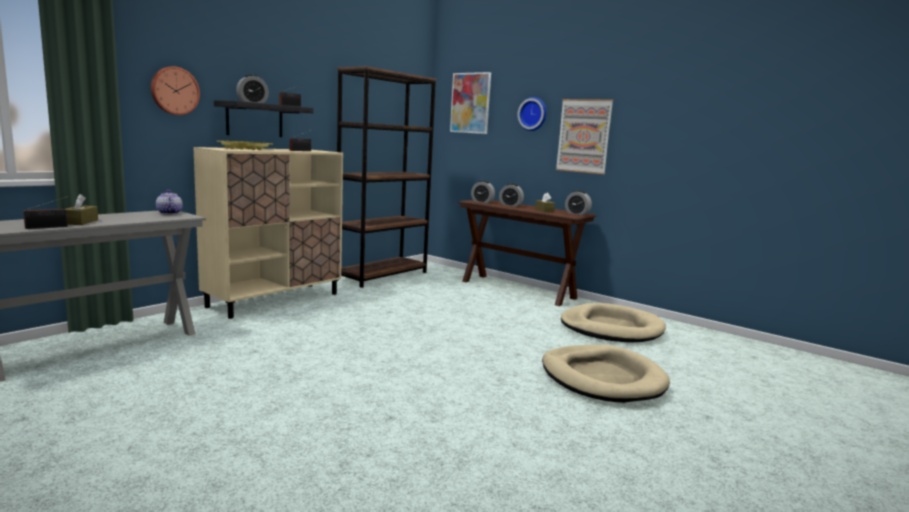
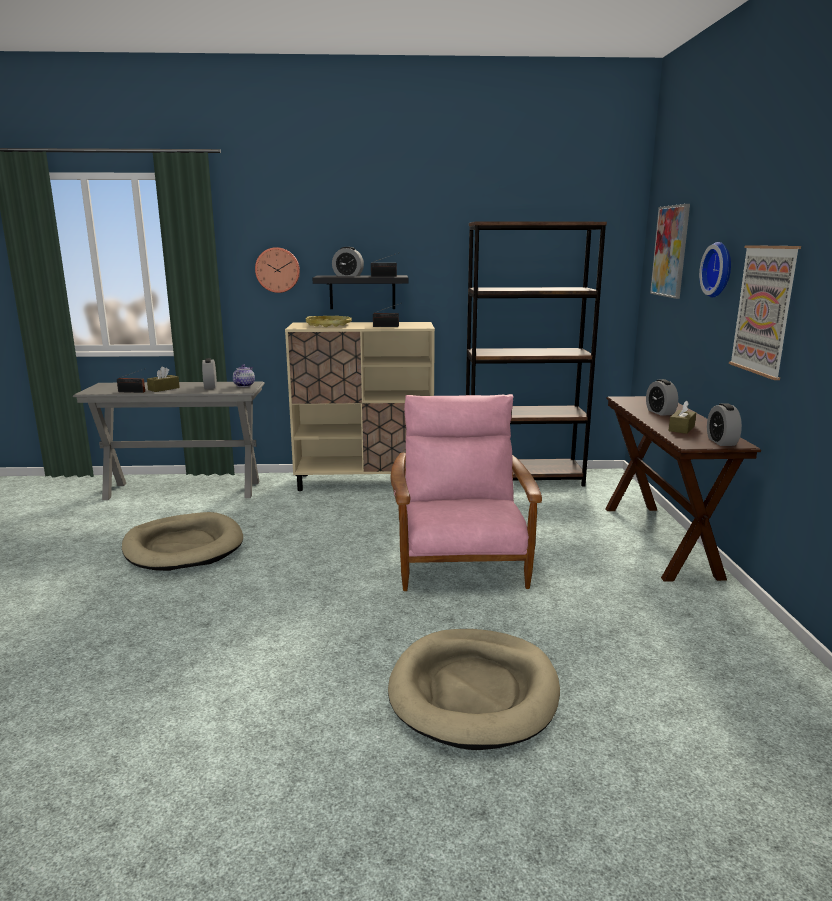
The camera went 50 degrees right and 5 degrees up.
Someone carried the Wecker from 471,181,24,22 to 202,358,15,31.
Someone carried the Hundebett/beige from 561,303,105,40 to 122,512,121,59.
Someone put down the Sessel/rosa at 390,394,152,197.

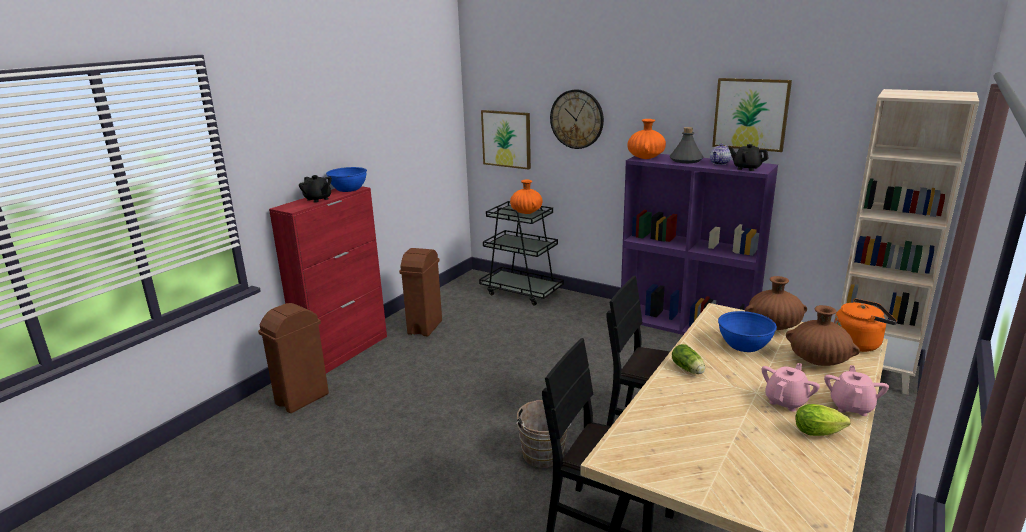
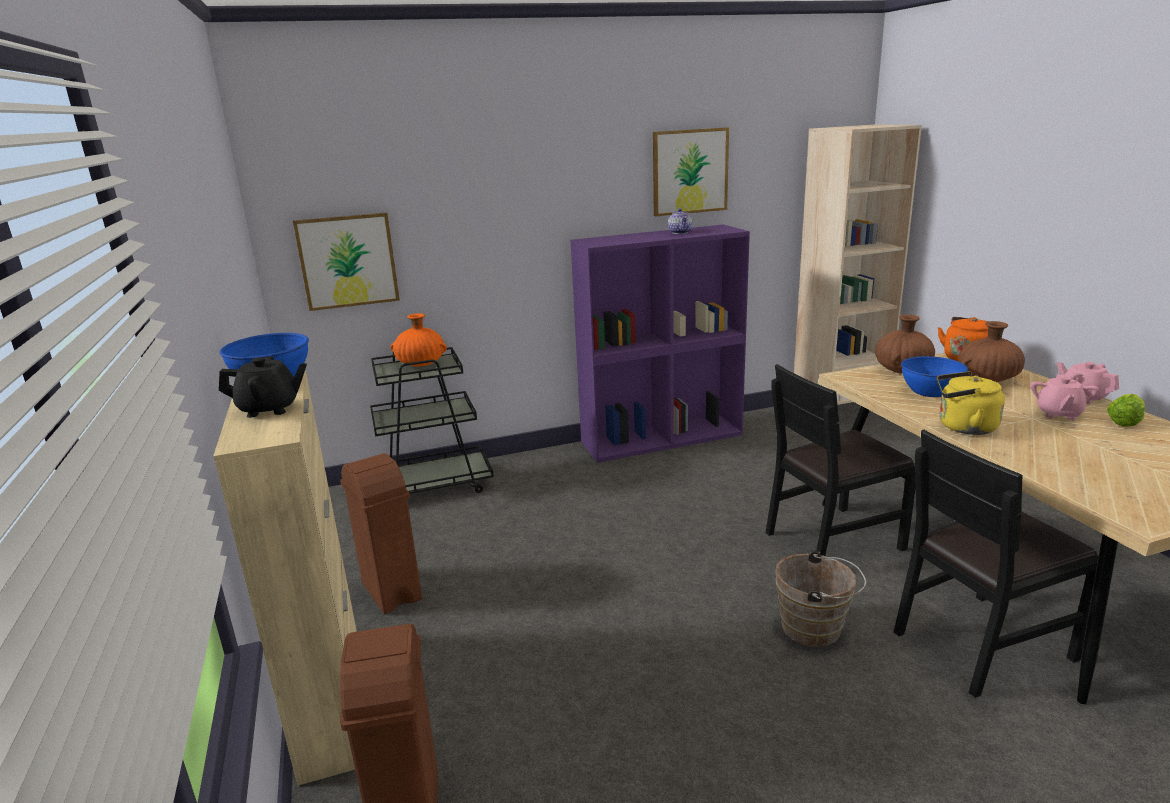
The camera went 50 degrees left and 0 degrees up.
Someone repainted the Schrank/rot at 269,186,118,187, which became the Schrank/beige at 213,369,144,417.
Someone took away the Wanduhr at 550,90,54,59.
Someone took away the Vase/orange at 628,119,38,40.
Someone took away the Flasche/grau at 669,127,35,36.
Someone swapped the Salatkopf at 672,344,33,30 for the Wasserkessel/gelb at 937,371,68,64.
Someone took away the Teekanne/schwarz at 729,144,40,27.
Someone rotated the Teekanne/rosa at 762,363,58,48 by 150 degrees counterclockwise.

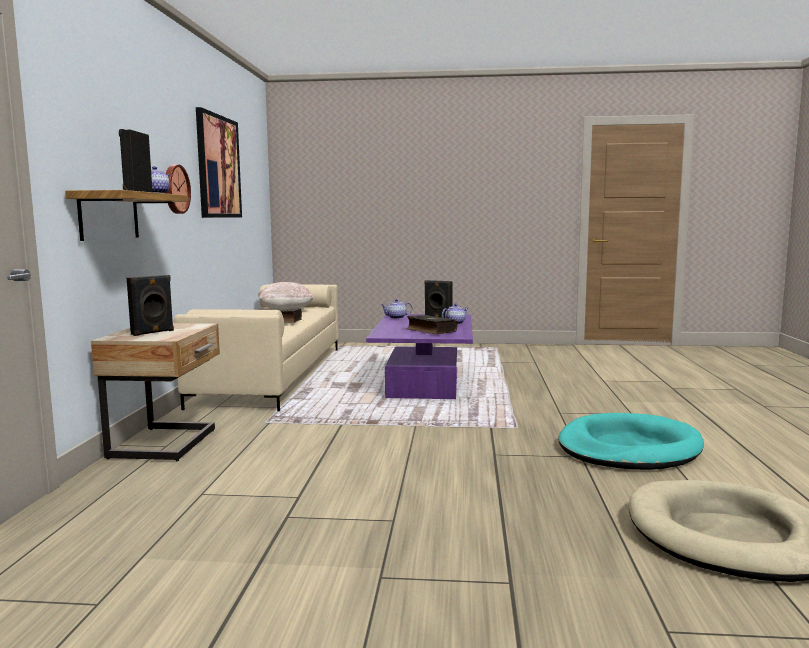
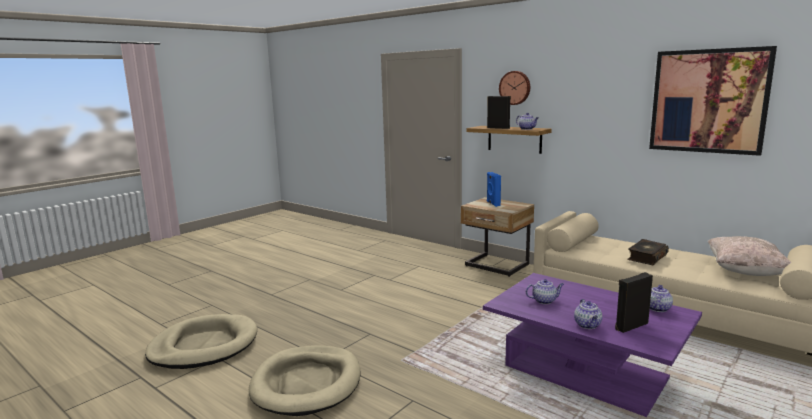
The camera went 125 degrees right and 5 degrees up.
Someone repainted the Lautsprecher/schwarz at 127,275,47,61, which became the Lautsprecher/blau at 487,172,14,35.
Someone carried the Wanduhr from 166,164,25,50 to 499,71,31,34.
Someone swapped the Buch at 407,315,50,19 for the Teekanne at 526,279,38,25.
Someone repainted the Hundebett/türkis at 558,413,146,57, which became the Hundebett/beige at 249,346,112,70.

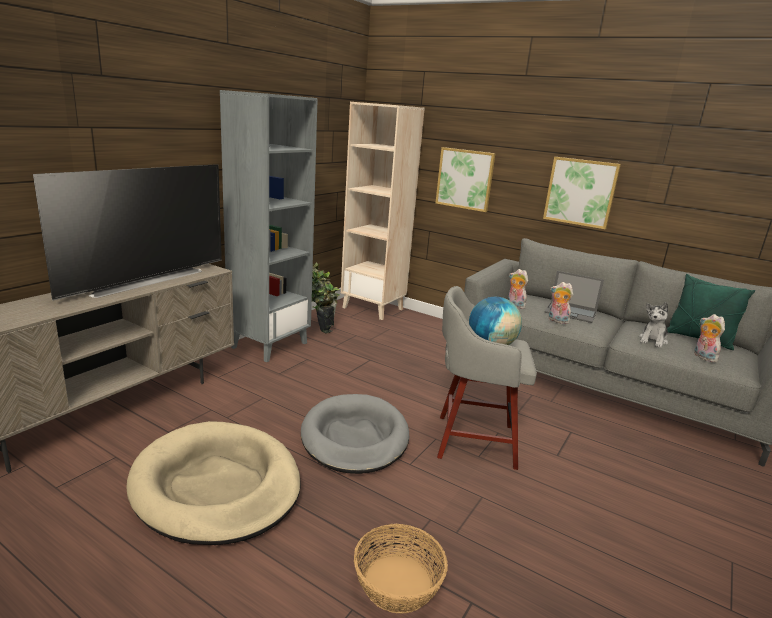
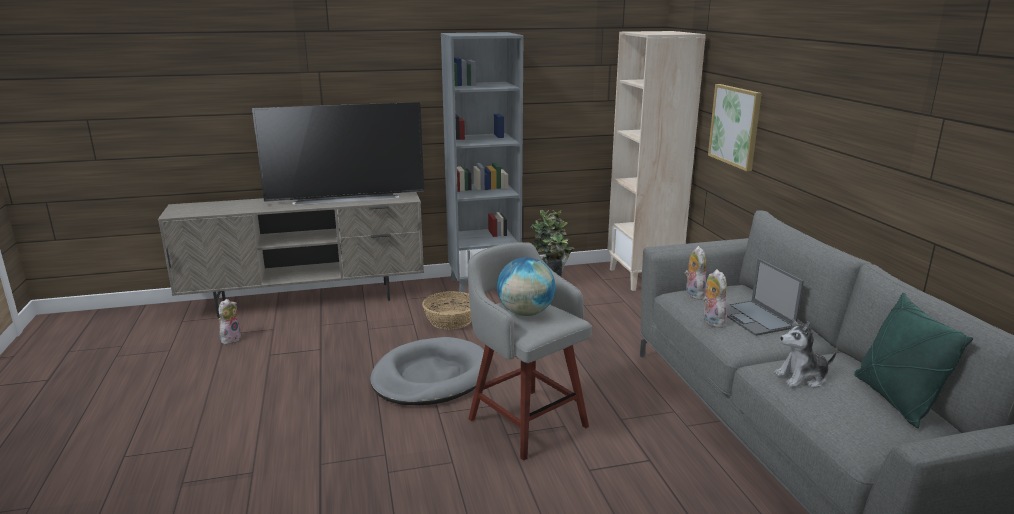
The camera went 45 degrees right and 0 degrees up.
Someone took away the Hundebett/beige at 126,421,175,124.
Someone carried the Korb from 354,524,94,90 to 422,291,50,38.
Someone took away the Bild at 543,157,78,72.
Someone carried the Plüschtier from 694,314,31,48 to 219,299,23,46.

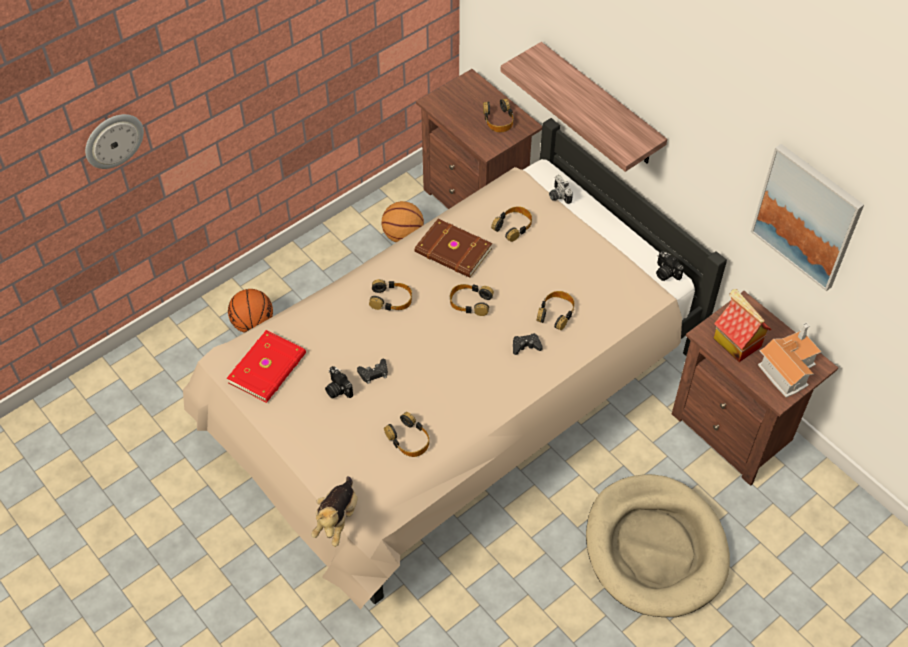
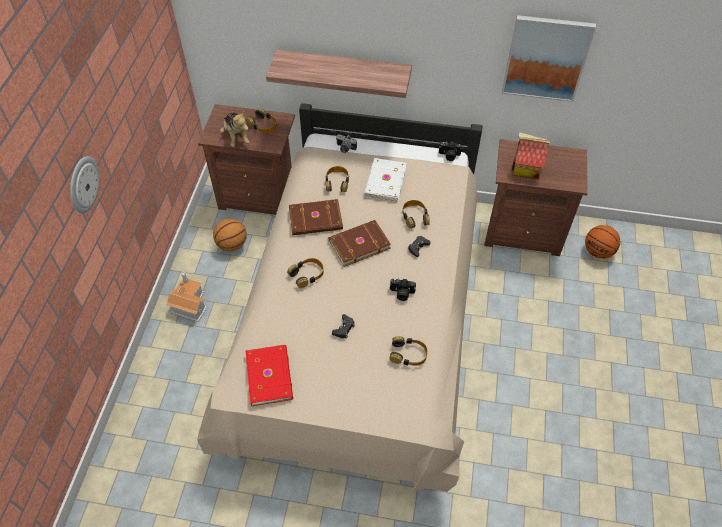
The camera went 40 degrees left and 0 degrees up.
Someone carried the Wanduhr from 85,114,59,55 to 70,156,30,57.
Someone carried the Basketball from 228,289,45,44 to 585,225,35,34.
Someone carried the Plüschtier from 311,476,47,71 to 220,112,30,35.
Someone carried the Kamera from 325,366,28,33 to 390,278,26,23.
Someone swapped the Kopfhörer at 450,284,44,32 for the Buch/braun at 329,220,62,47.
Someone took away the Hundebett/beige at 586,474,144,143.
Someone carried the Spielzeughaus from 758,322,64,76 to 166,272,41,50.
Someone put down the Buch/weiß at 364,158,43,44.

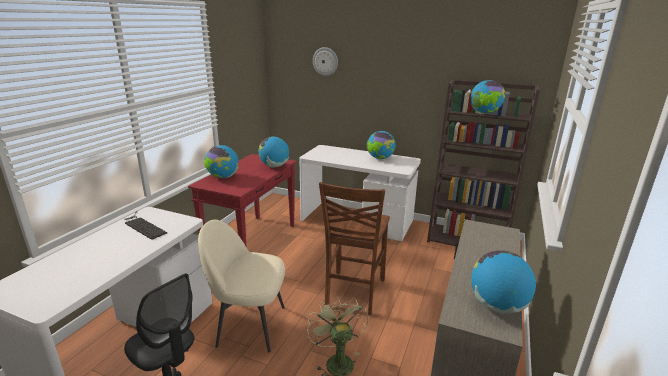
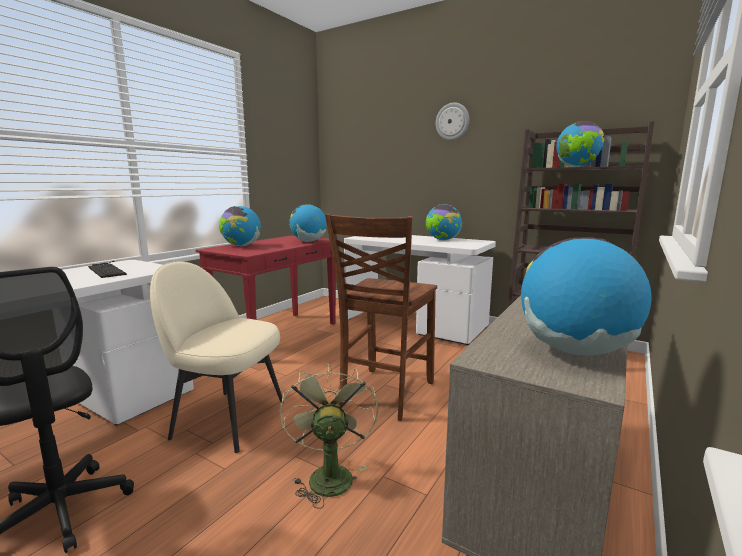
The camera went 10 degrees right and 10 degrees down.
Someone carried the Wanduhr from 313,47,25,29 to 436,103,33,37.

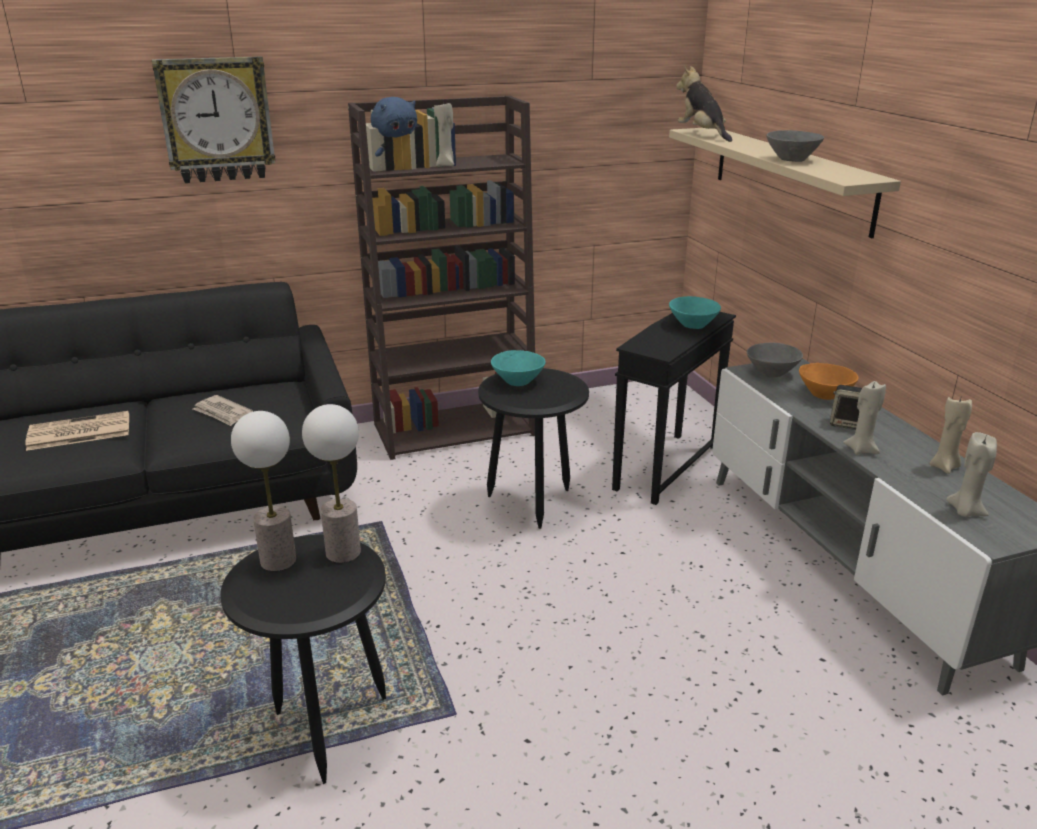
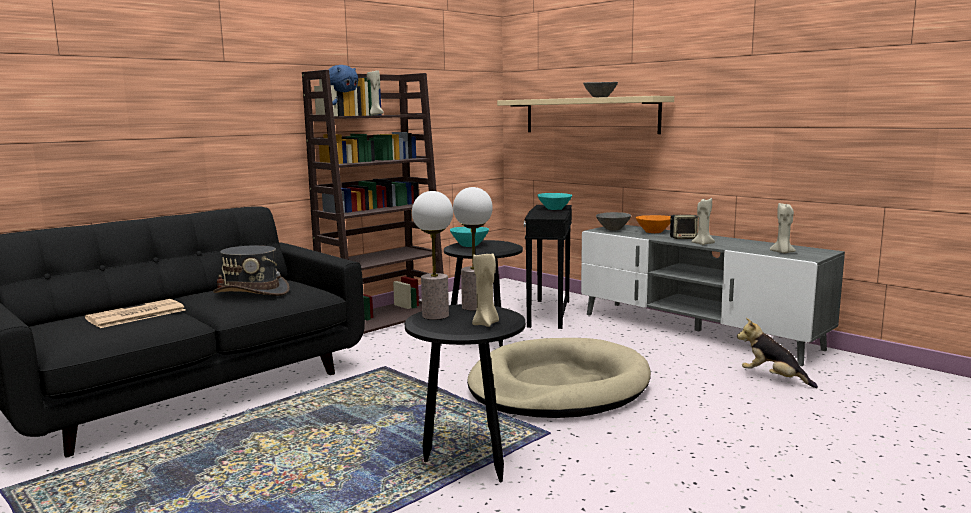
The camera went 25 degrees left and 15 degrees down.
Someone took away the Wanduhr at 152,56,123,127.
Someone swapped the Zeitung at 193,395,60,31 for the Hut/grau at 213,245,76,51.
Someone carried the Plüschtier from 676,66,56,76 to 737,318,81,70.
Someone carried the Kerze/beige from 929,395,43,79 to 472,254,27,73.
Someone put down the Hundebett/beige at 467,338,184,80.

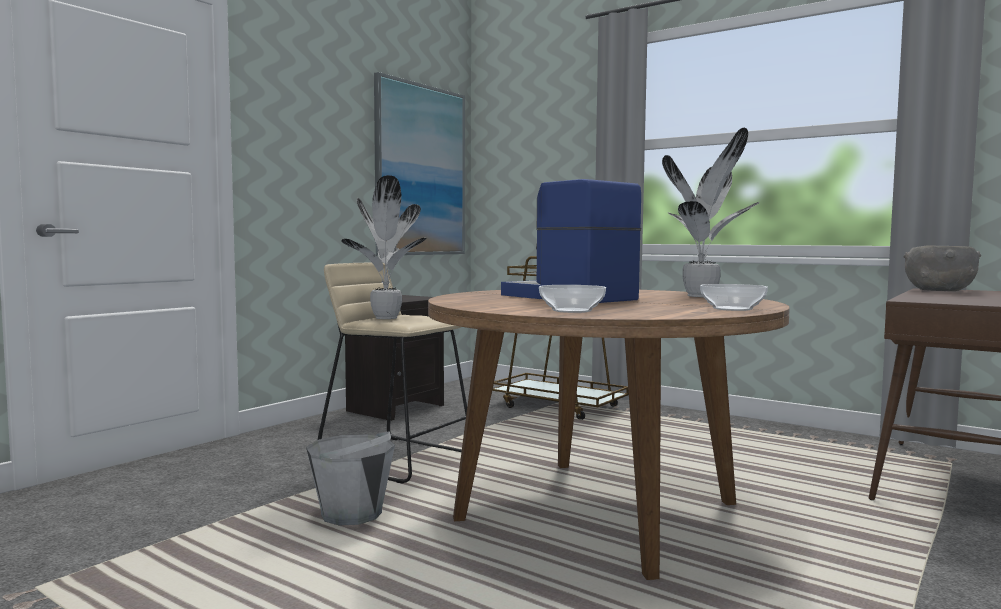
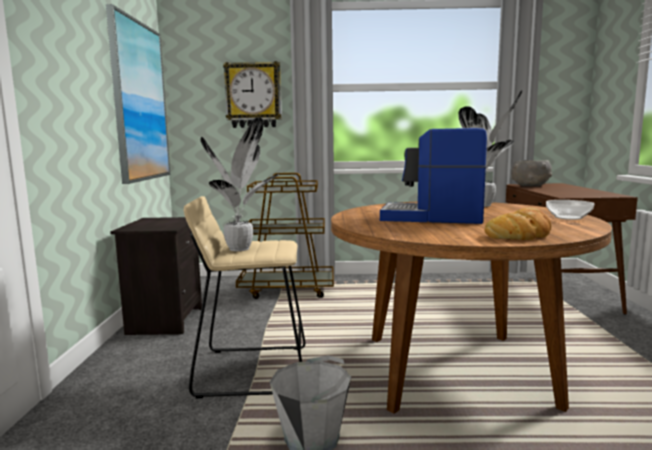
The camera went 35 degrees left and 5 degrees up.
Someone swapped the Schüssel at 539,285,67,28 for the Brot at 484,208,67,32.
Someone put up the Wanduhr at 223,61,59,67.

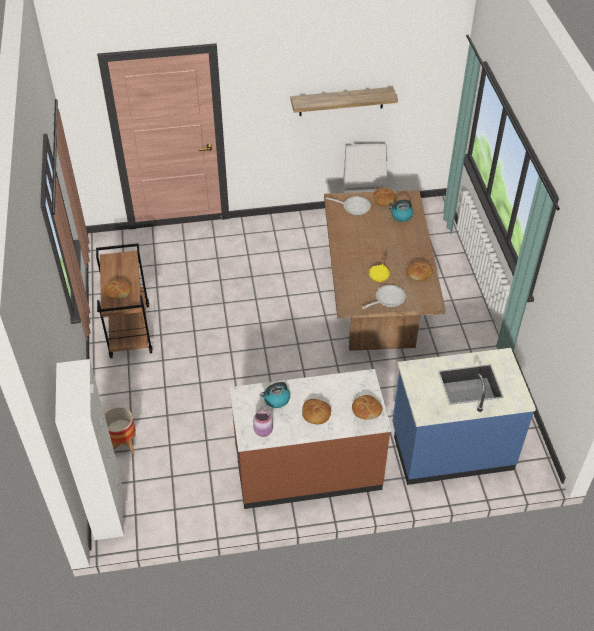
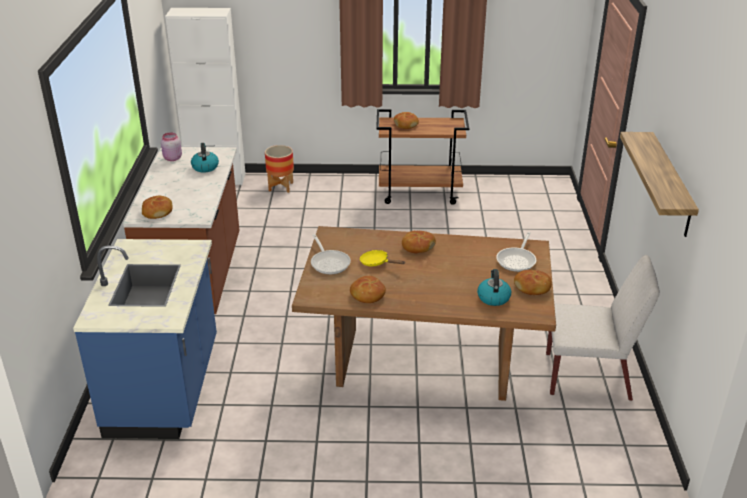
The camera went 100 degrees right and 15 degrees down.
Someone carried the Brot from 302,399,29,25 to 402,231,34,22.

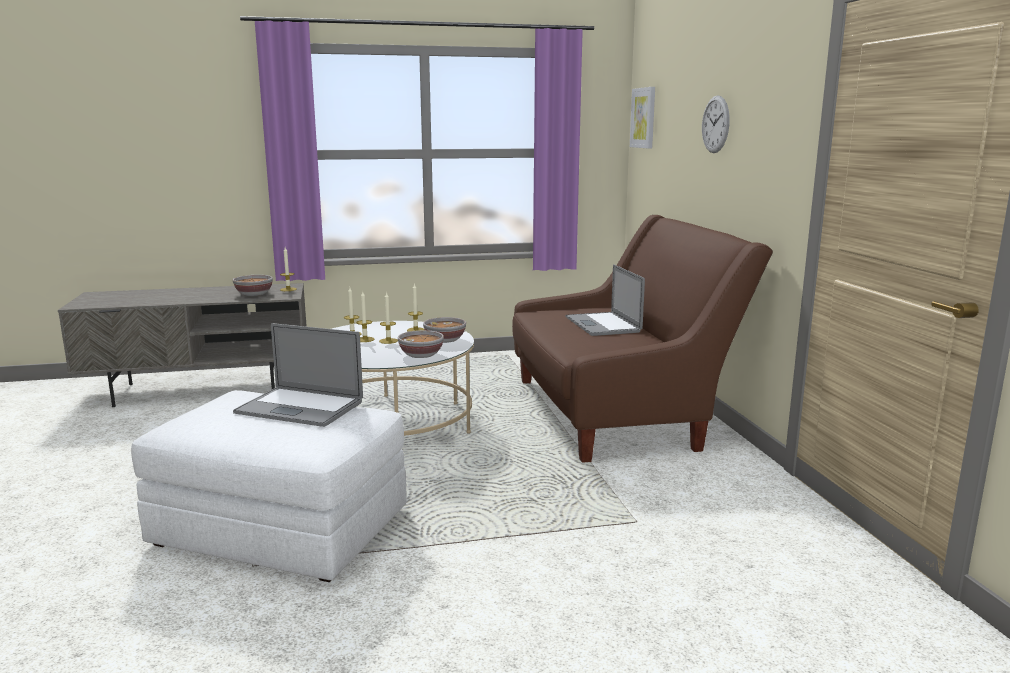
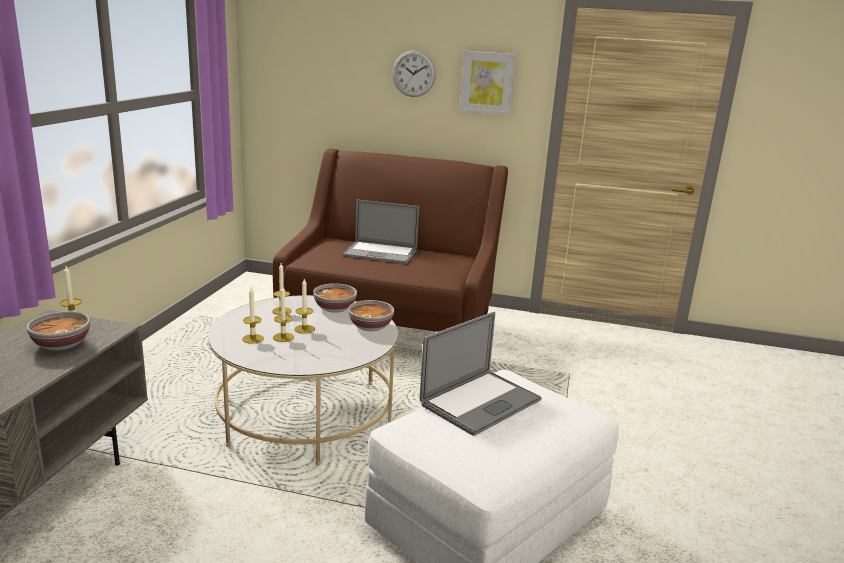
The camera went 65 degrees left and 5 degrees up.
Someone carried the Bild from 630,87,25,62 to 460,51,56,64.

